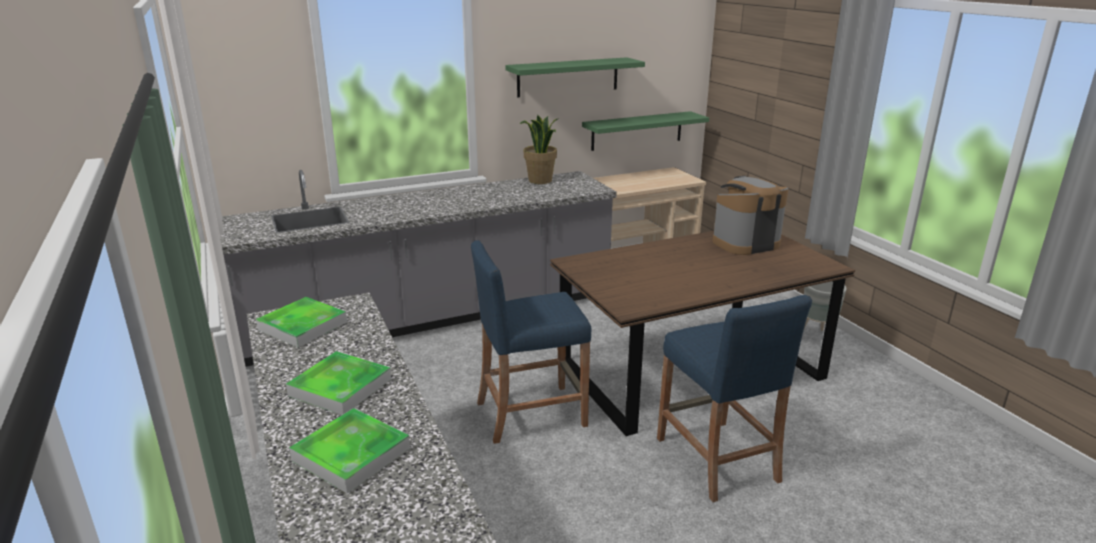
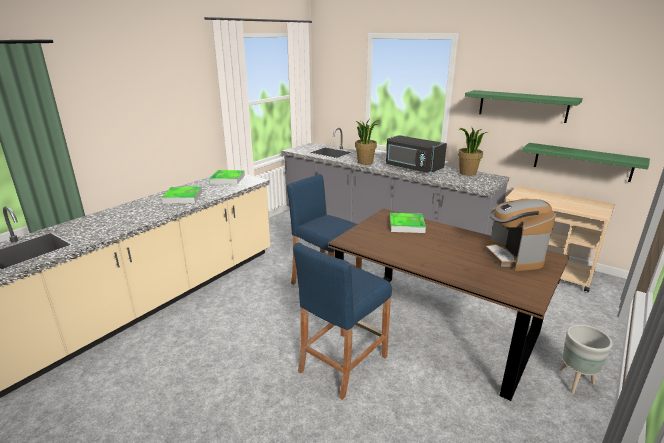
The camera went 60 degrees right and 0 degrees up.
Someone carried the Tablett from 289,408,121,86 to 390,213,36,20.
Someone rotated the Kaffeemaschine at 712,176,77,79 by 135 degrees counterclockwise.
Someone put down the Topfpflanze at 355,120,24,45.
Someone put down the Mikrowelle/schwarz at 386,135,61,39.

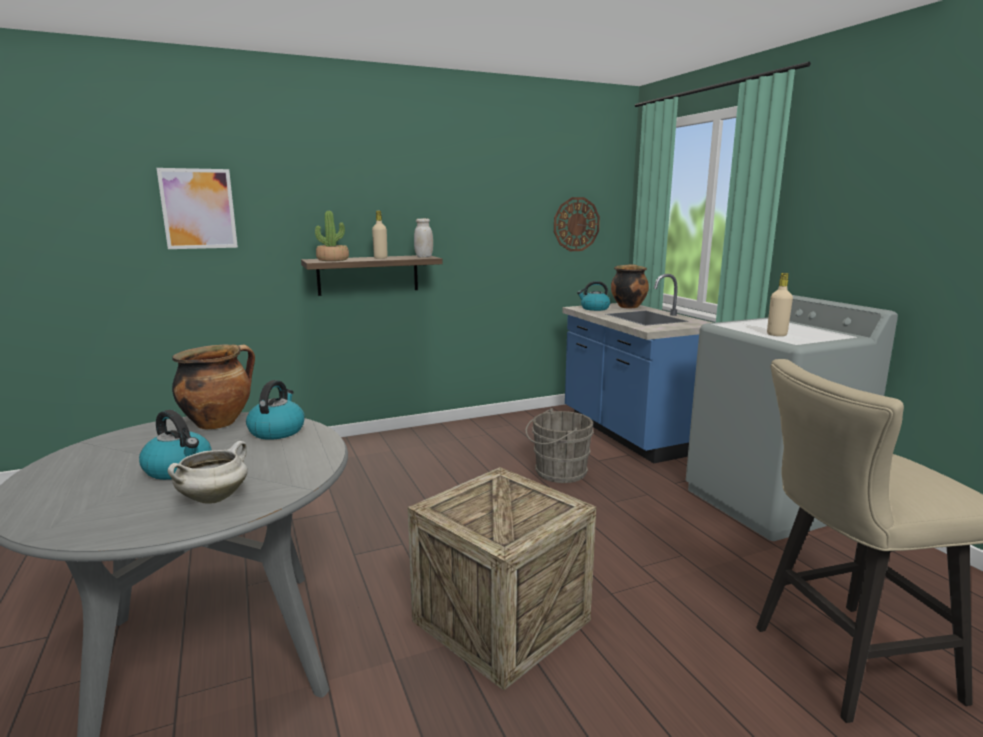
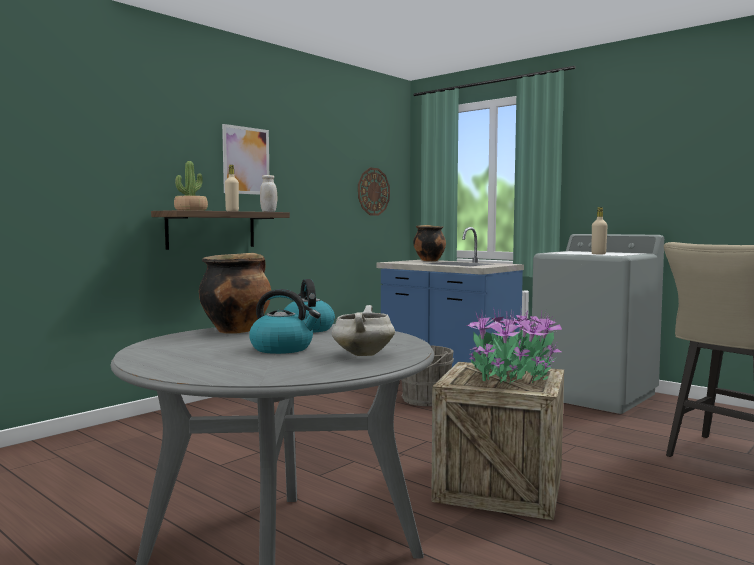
The camera went 25 degrees left and 10 degrees down.
Someone carried the Bild from 156,168,82,81 to 222,124,47,71.
Someone took away the Wasserkessel at 577,281,33,30.
Someone put down the Topfpflanze at 467,308,95,76.

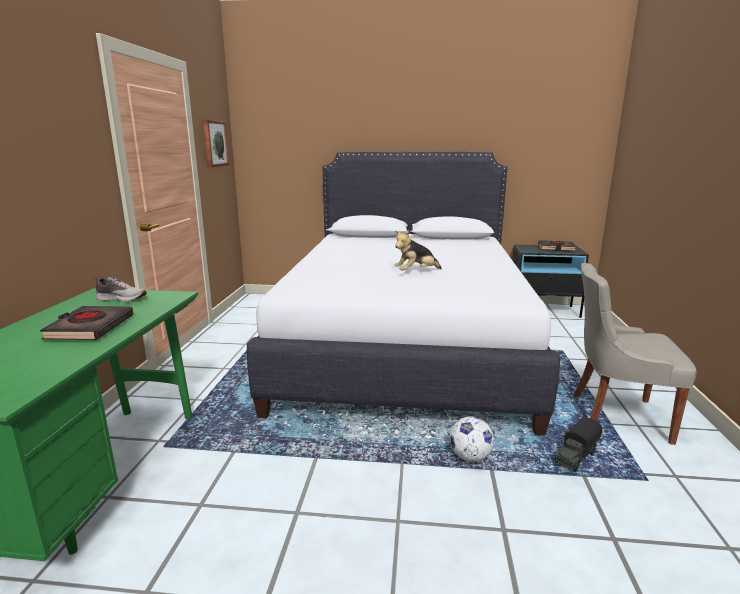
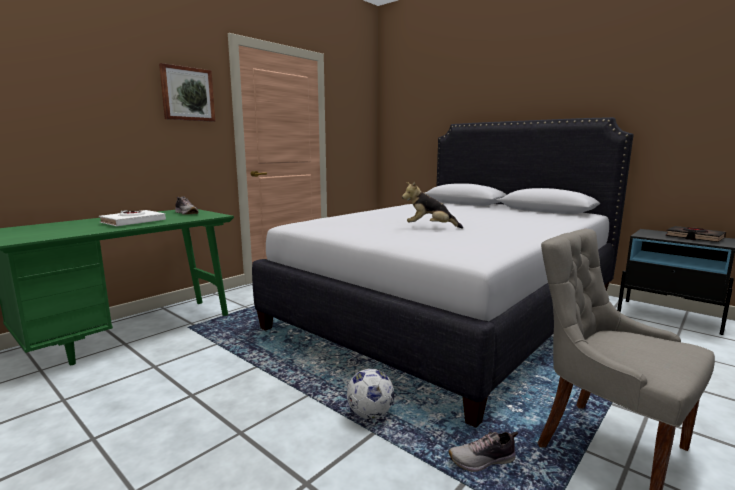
The camera went 35 degrees right and 5 degrees down.
Someone repainted the Buch/schwarz at 40,306,93,34, which became the Buch/weiß at 99,210,67,16.
Someone carried the Bild from 203,120,26,47 to 159,63,56,59.
Someone swapped the Spielzeuglaster at 554,417,48,55 for the Schuh at 449,431,69,41.

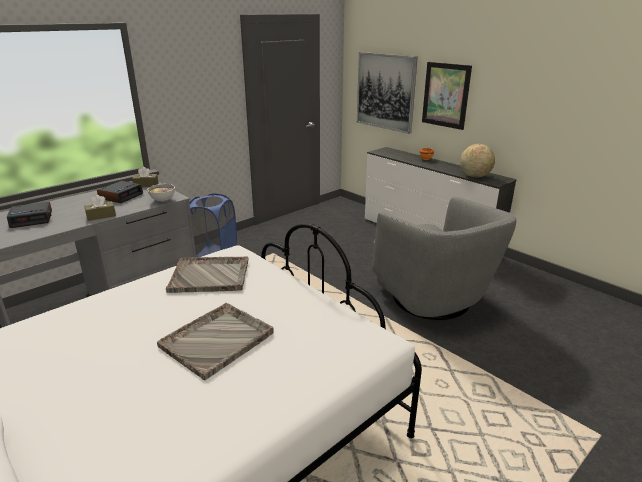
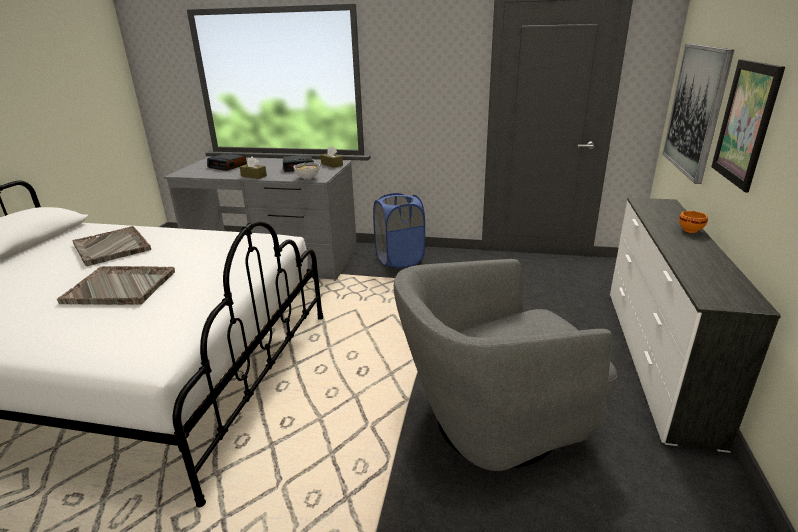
The camera went 55 degrees right and 0 degrees up.
Someone carried the Tablett/grau from 166,256,83,37 to 73,226,78,40.
Someone rotated the Sessel/grau at 372,197,144,123 by 45 degrees clockwise.
Someone took away the Globus at 460,144,35,34.

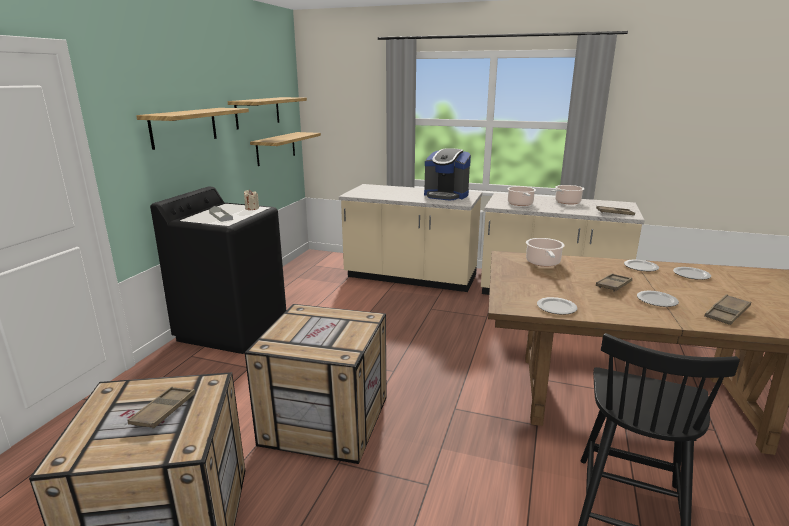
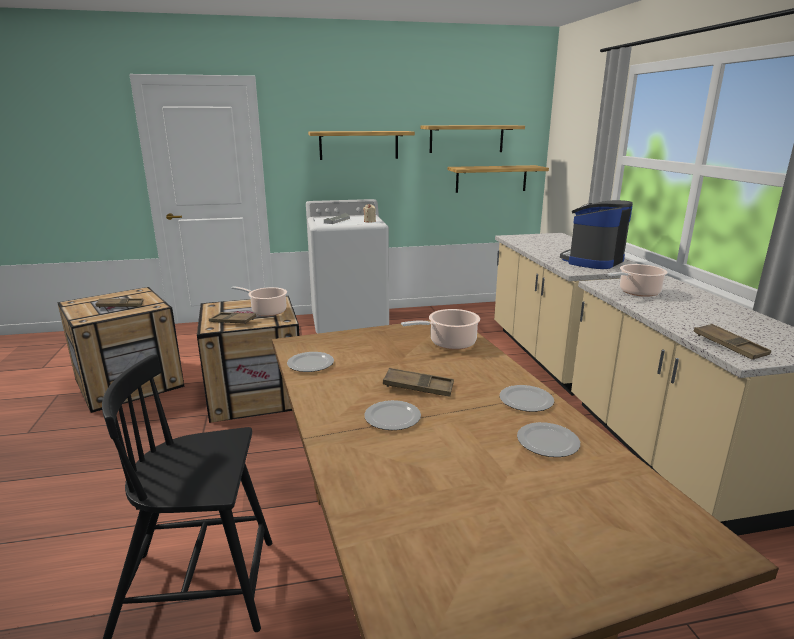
The camera went 60 degrees right and 0 degrees up.
Someone repainted the Waschmaschine/schwarz at 150,186,136,168, which became the Waschmaschine/weiß at 306,199,83,135.
Someone rotated the Kaffeemaschine at 424,148,47,53 by 45 degrees clockwise.
Someone carried the Kochtopf from 551,185,33,19 to 231,286,56,30.
Someone carried the Tablett/braun from 704,294,47,31 to 209,312,48,12.

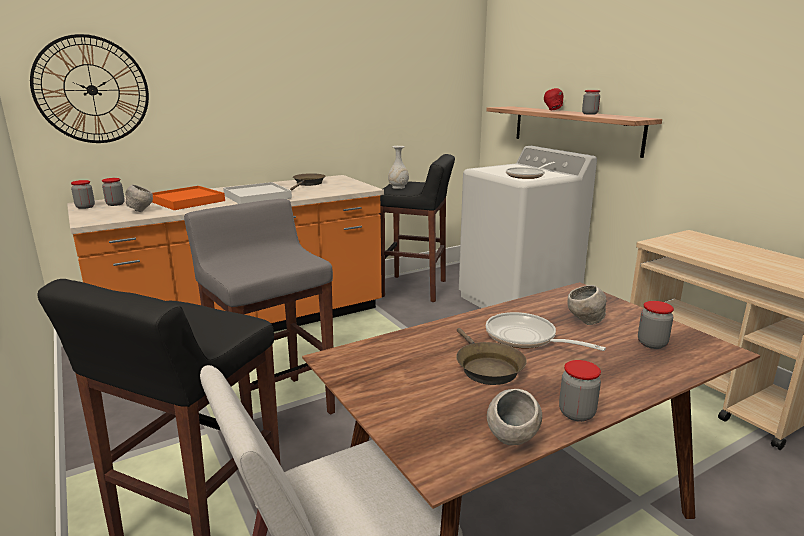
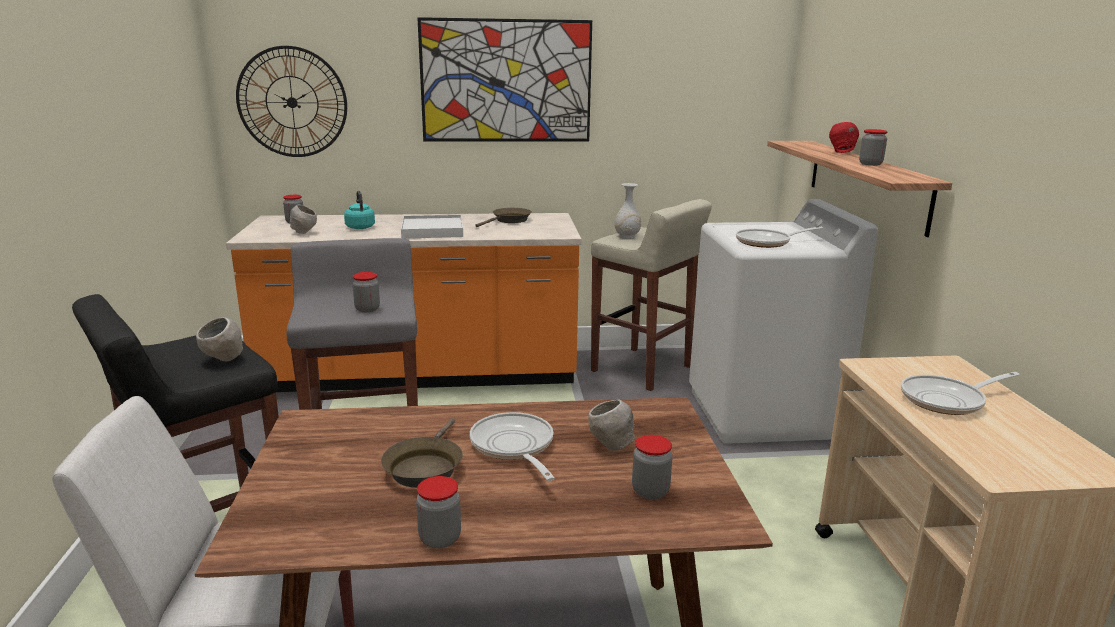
The camera went 25 degrees right and 0 degrees up.
Someone carried the Vorratsglas from 71,180,24,29 to 352,272,28,40.
Someone swapped the Tablett/orange at 152,186,73,24 for the Wasserkessel/türkis at 344,191,31,38.
Someone repainted the Hocker/schwarz at 379,154,76,148, which became the Hocker/beige at 591,199,121,192.
Someone carried the Schüssel/grau from 487,389,55,57 to 196,317,47,44.
Someone put up the Bild at 417,17,175,125.
Someone put down the Pfanne at 901,372,119,43.

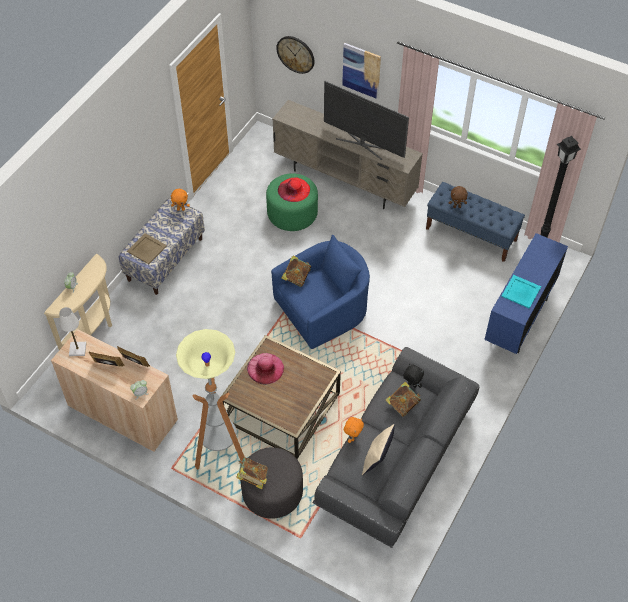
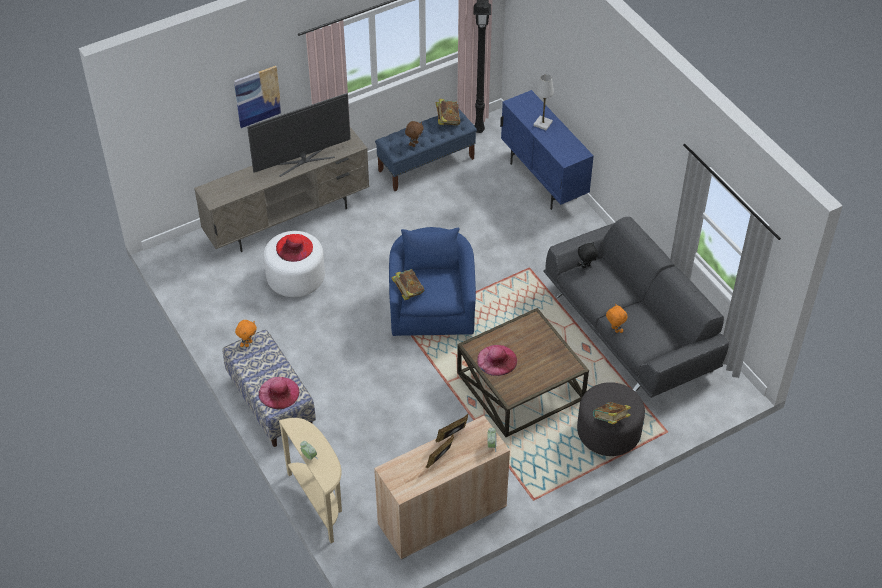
The camera went 60 degrees left and 5 degrees down.
Someone carried the Tischlampe/weiß from 59,307,27,49 to 533,74,21,56.
Someone swapped the Tablett/beige at 127,233,40,31 for the Hut/rosa at 258,377,41,32.
Someone took away the Stehlampe at 176,329,68,141.
Someone repainted the Polsterhocker/grün at 266,173,52,58, which became the Polsterhocker/weiß at 263,231,62,66.
Someone took away the Wanduhr at 276,36,39,38.
Someone took away the Kissen/beige at 362,424,33,52.
Someone carried the Buch from 386,382,35,35 to 436,99,25,26.
Someone took away the Tablett/türkis at 501,275,40,33.

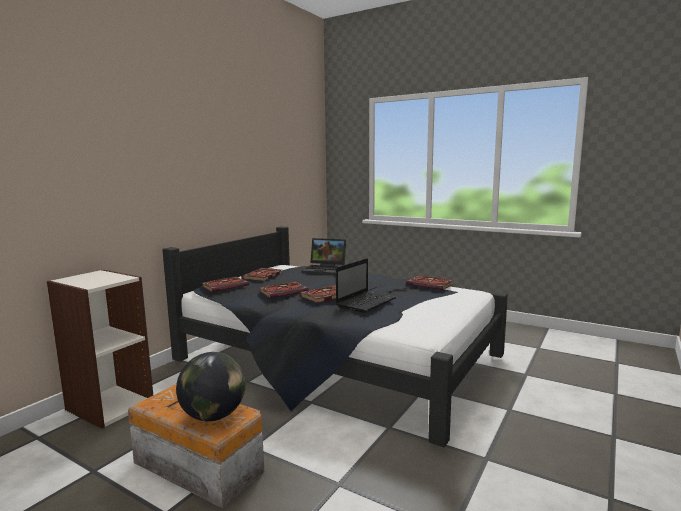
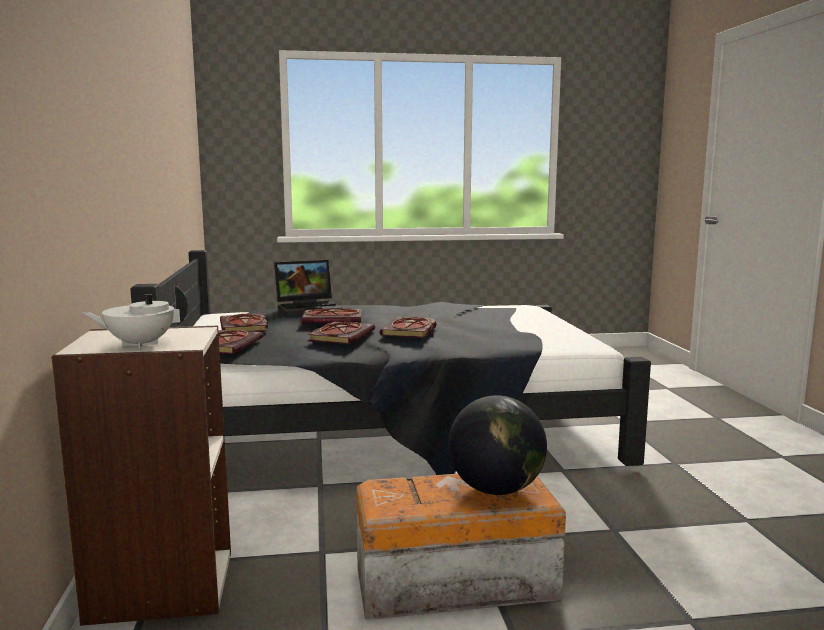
The camera went 40 degrees left and 0 degrees up.
Someone took away the Laptop at 336,258,60,55.
Someone carried the Buch from 406,275,48,15 to 302,308,60,15.
Someone put down the Teekanne/weiß at 82,285,106,64.

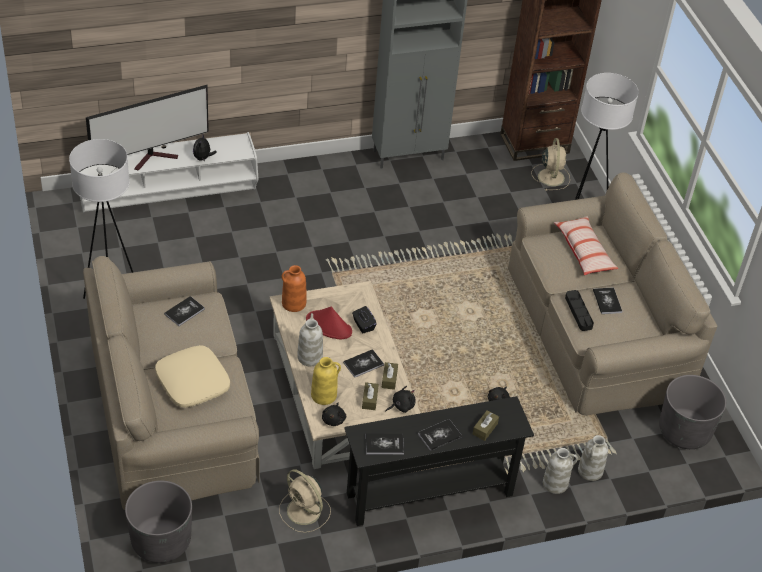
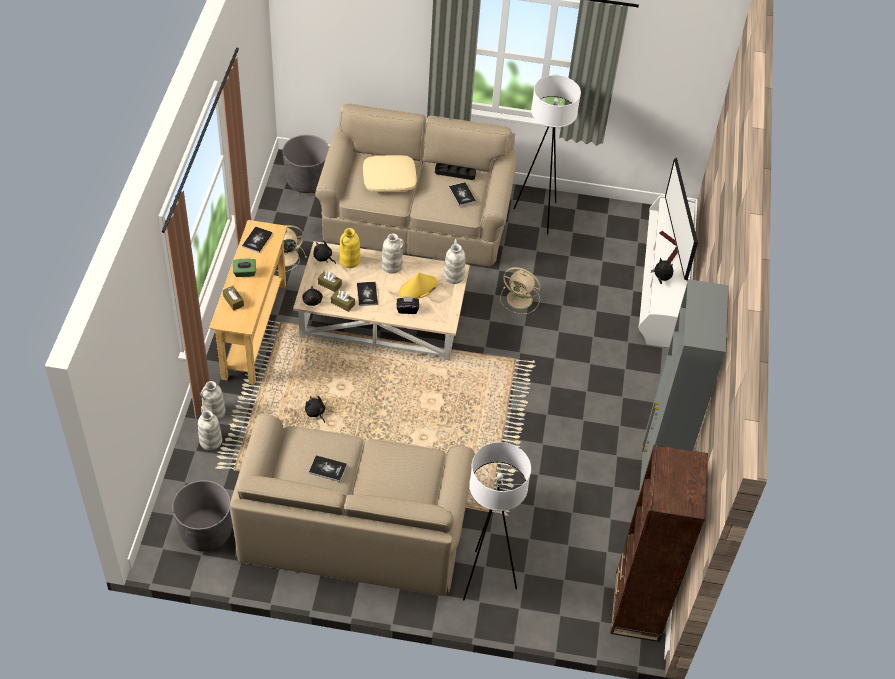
The camera went 115 degrees right and 5 degrees up.
Someone repainted the Vase/orange at 282,265,24,47, which became the Vase/weiß at 443,239,22,45.
Someone repainted the Hut/rot at 306,307,46,32, which became the Hut/gelb at 399,273,39,26.
Someone repainted the Konsolentisch/schwarz at 344,396,190,130, which became the Konsolentisch/beige at 209,220,78,165.
Someone swapped the Buch at 418,419,44,32 for the Taschentuchbox/grün at 233,259,23,18.
Someone carried the Ventilator/beige from 531,138,39,53 to 501,267,40,47.
Someone took away the Kissen at 554,216,64,59.
Someone carried the Tablett/schwarz from 565,290,29,41 to 435,163,41,17.

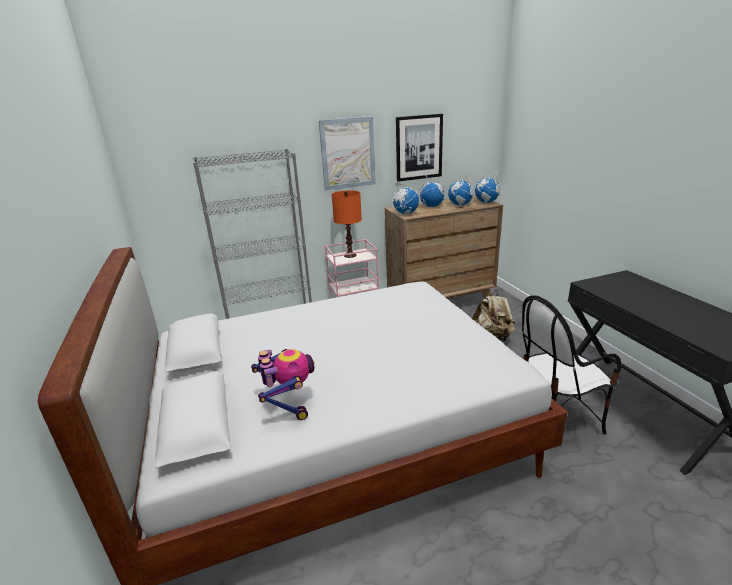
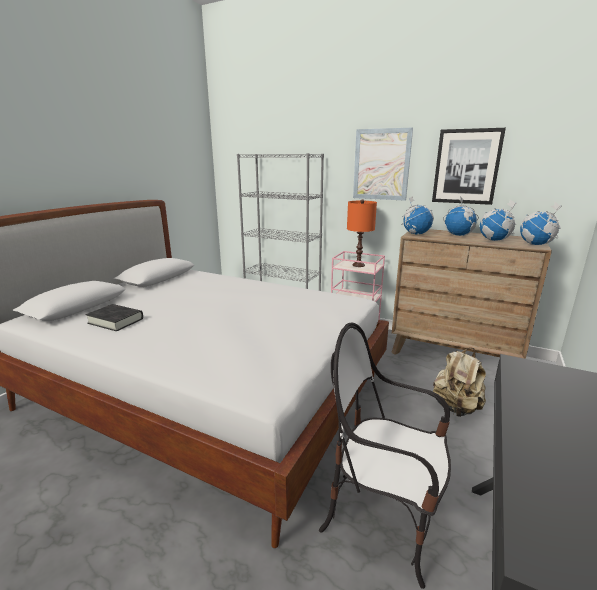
The camera went 45 degrees right and 5 degrees down.
Someone swapped the Spielzeugroboter at 251,349,64,71 for the Buch/schwarz at 86,304,57,27.

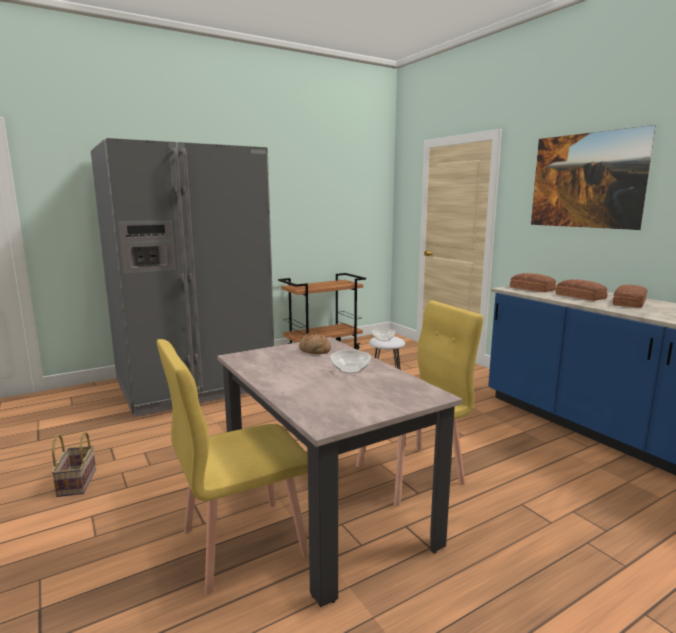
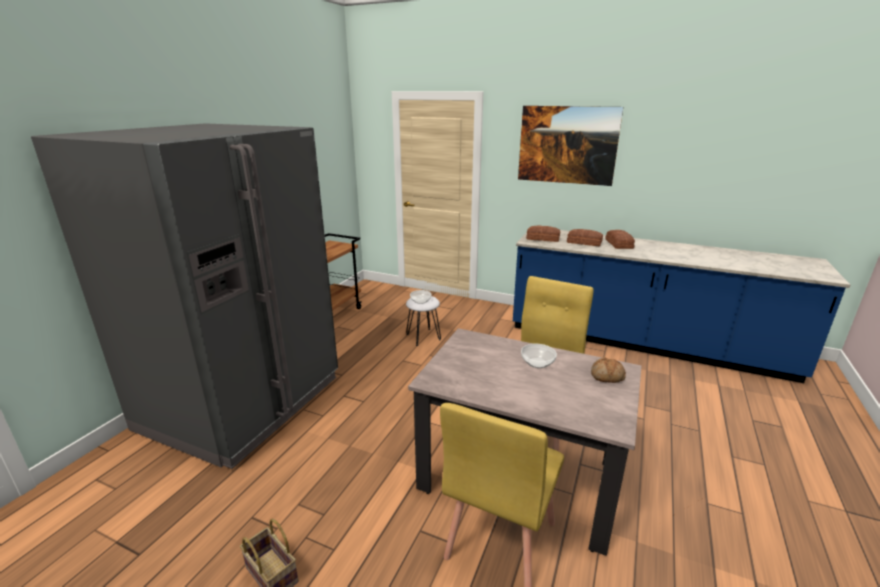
The camera went 35 degrees left and 10 degrees up.
Someone carried the Brot from 299,332,32,22 to 591,357,35,26.

